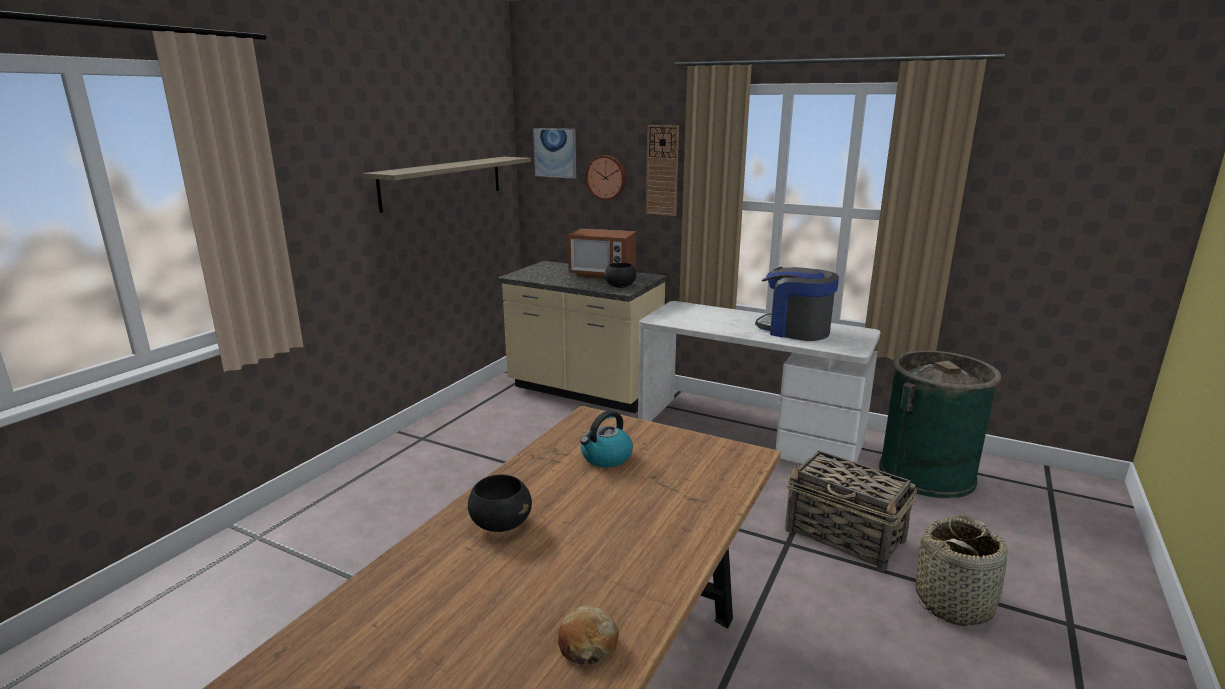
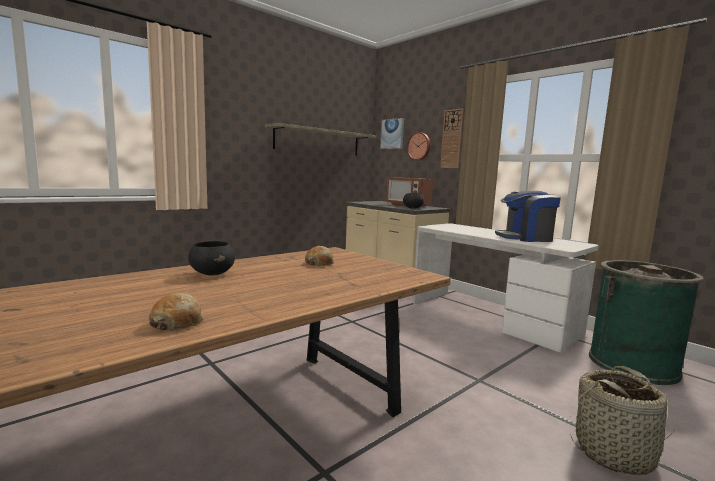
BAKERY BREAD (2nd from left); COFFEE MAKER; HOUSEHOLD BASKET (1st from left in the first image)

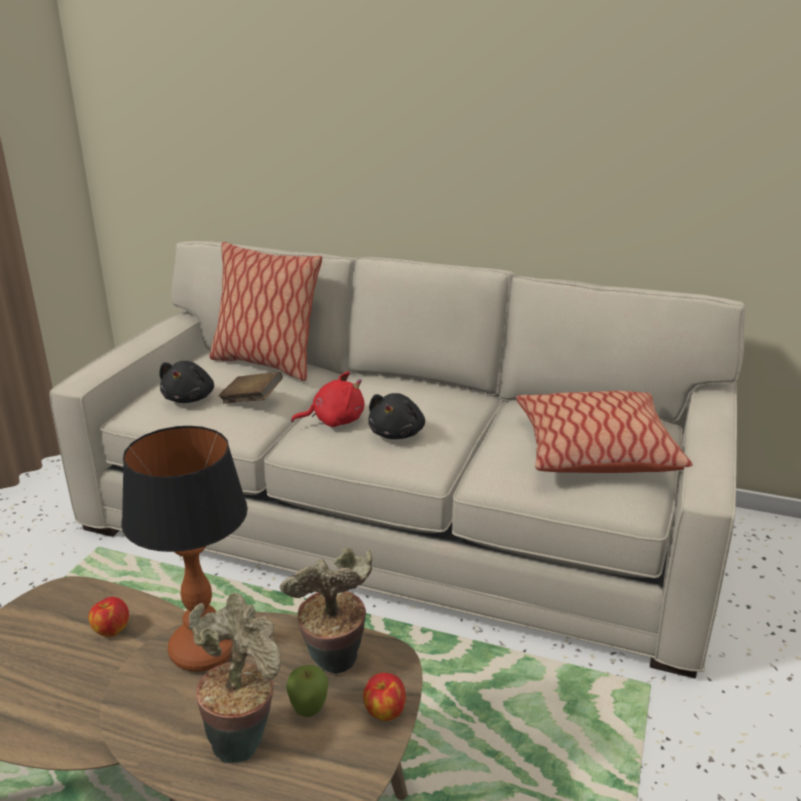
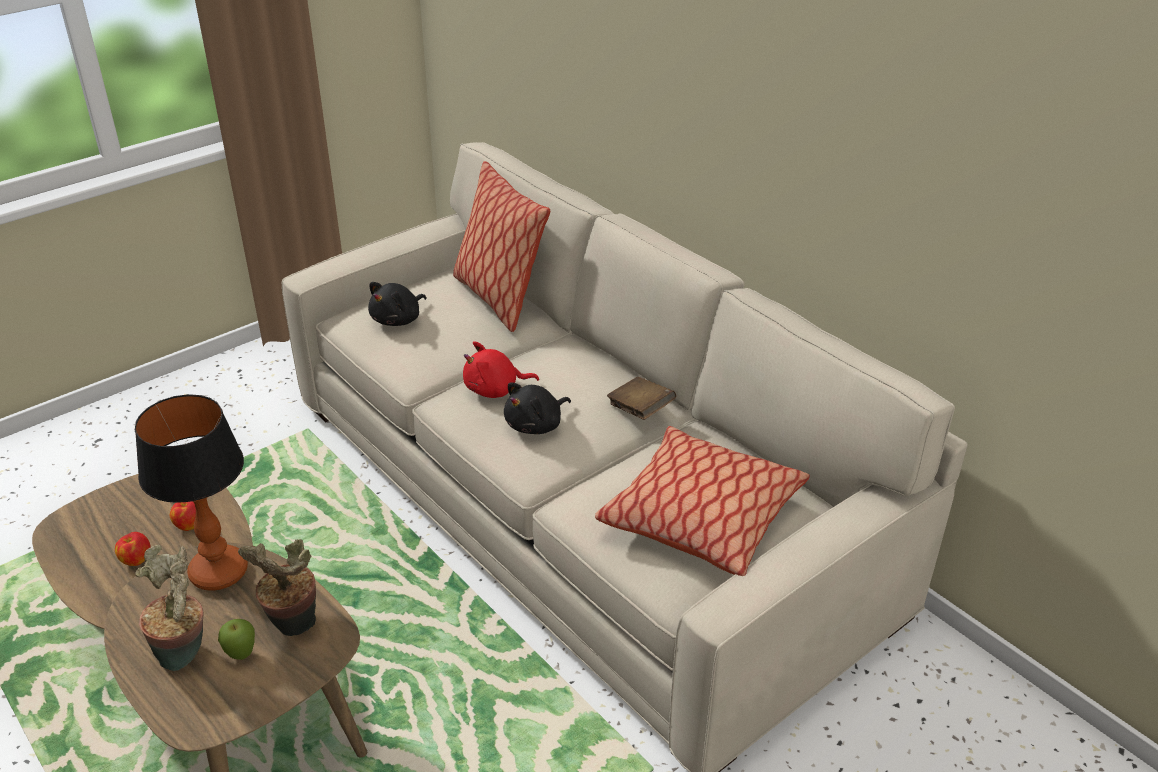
BROWN BOUND BOOK; RED CUDDLY TOY; WHOLE APPLE (1st from left)

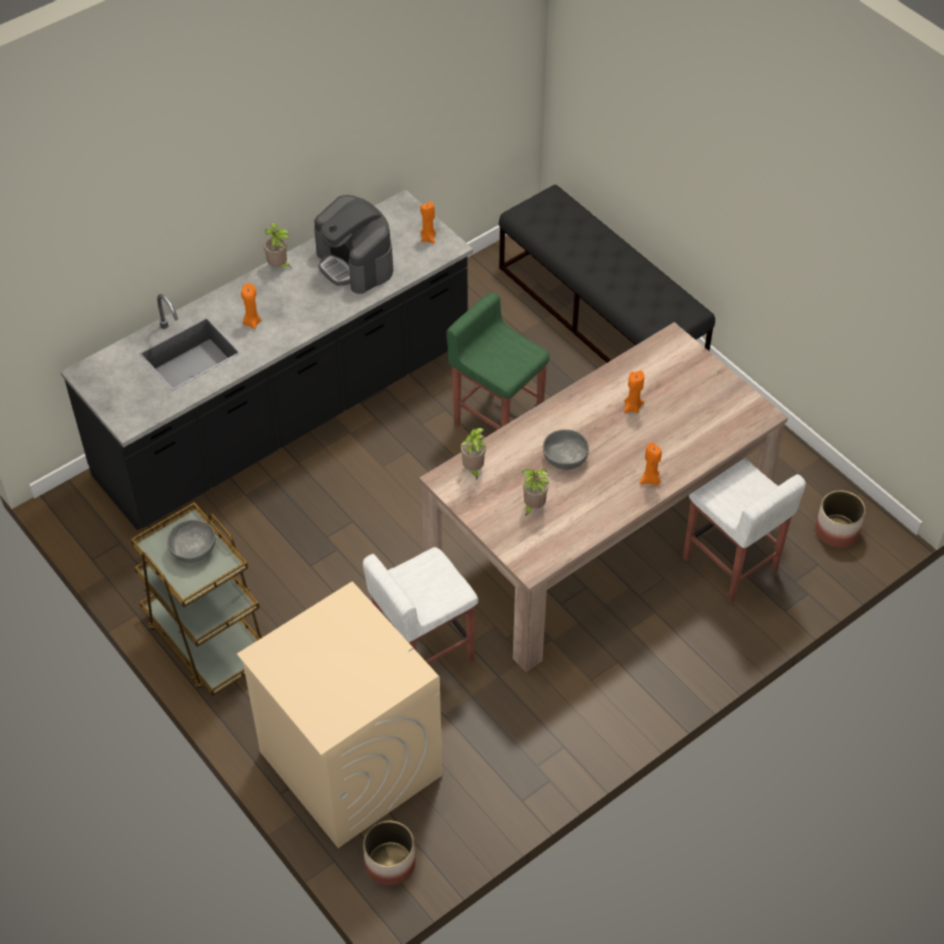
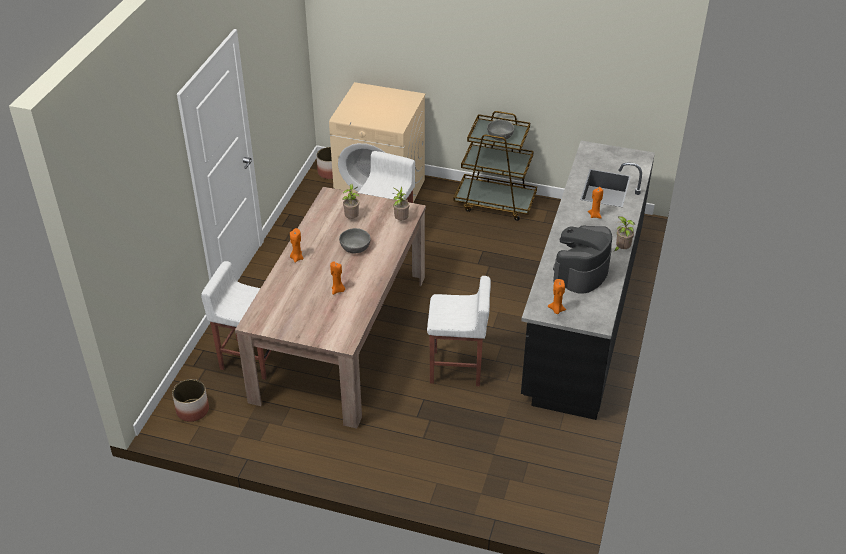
COFFEE MAKER; WHITE-COLOURED STOOL SEAT (3rd from left); BLACK INDOOR BENCH

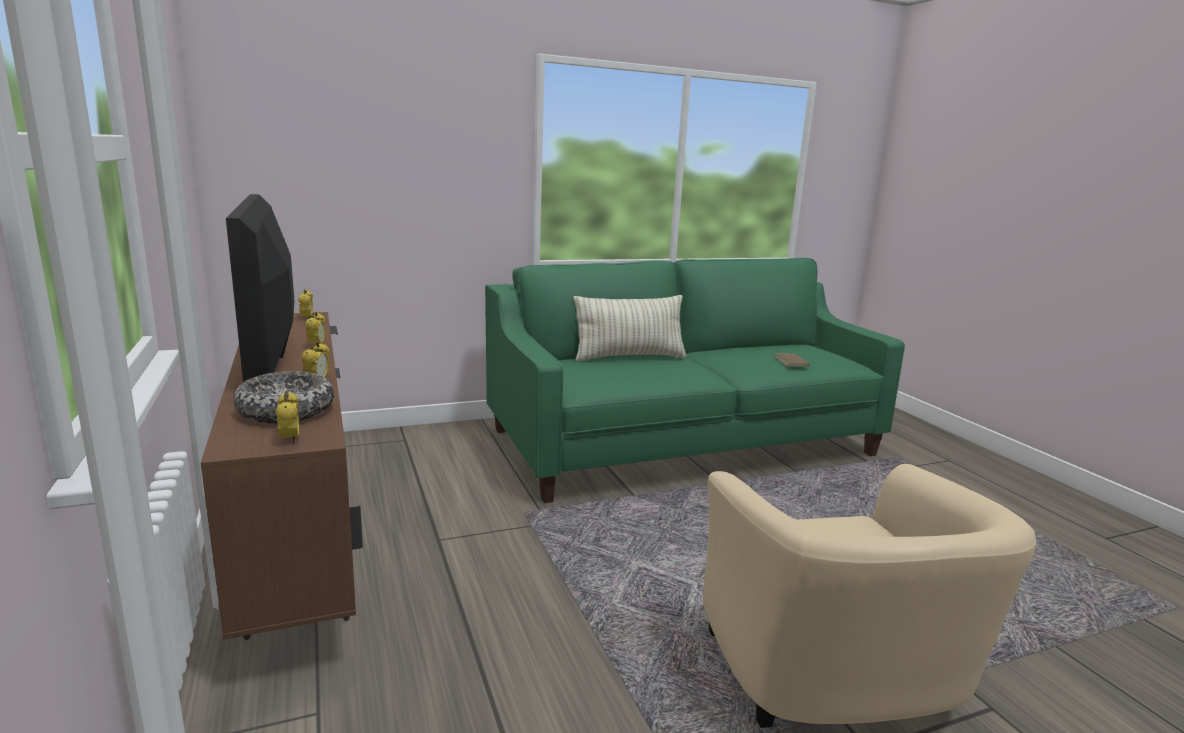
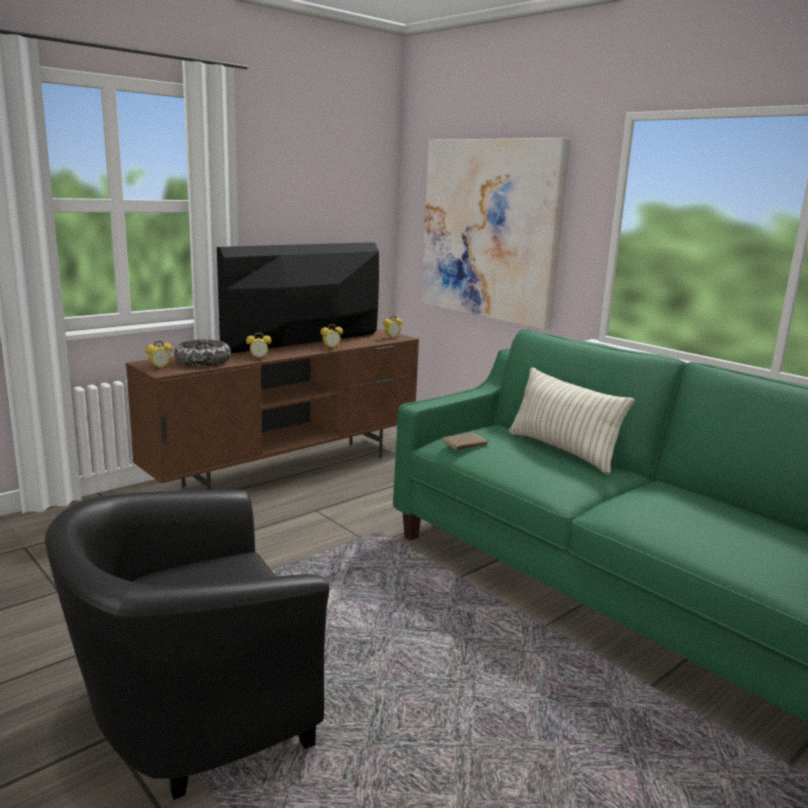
BLACK EASY CHAIR; BROWN BOUND BOOK; PICTURE

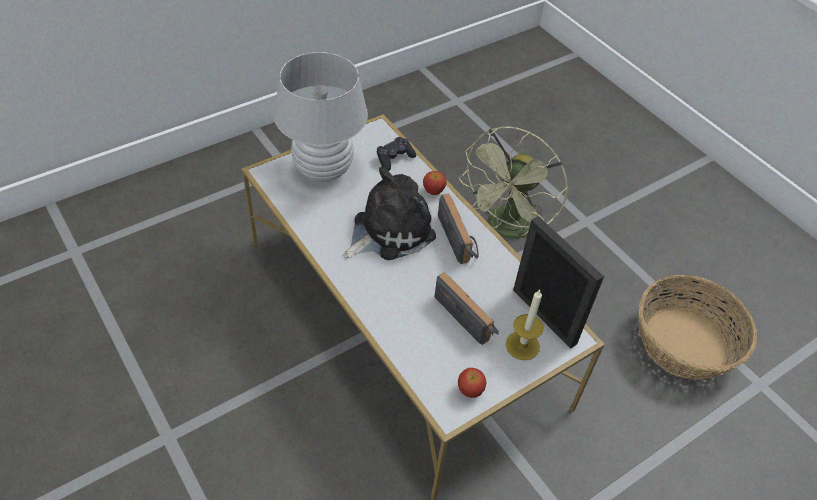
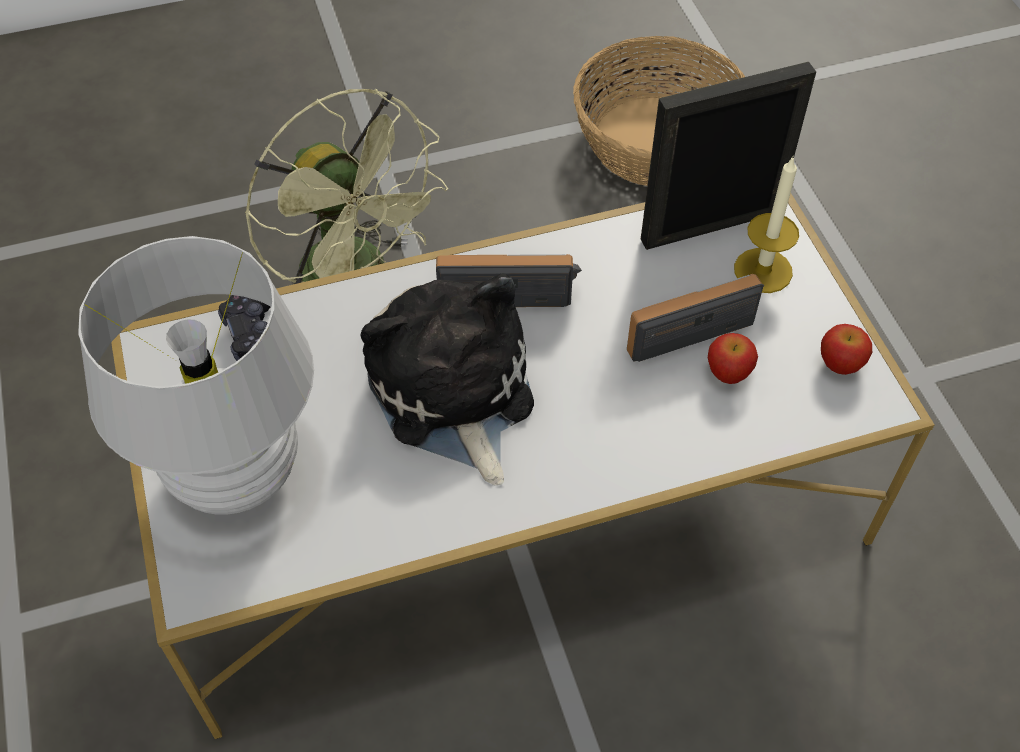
WHOLE APPLE (1st from left)

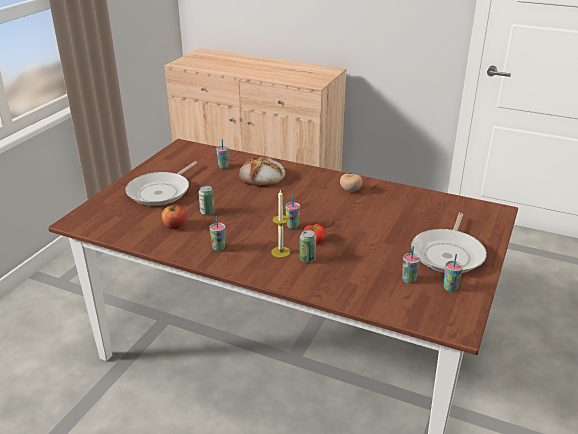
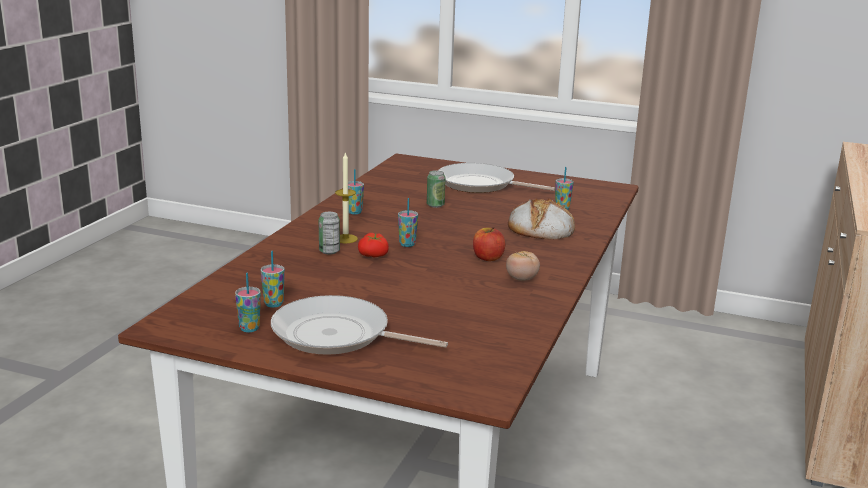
WHOLE APPLE

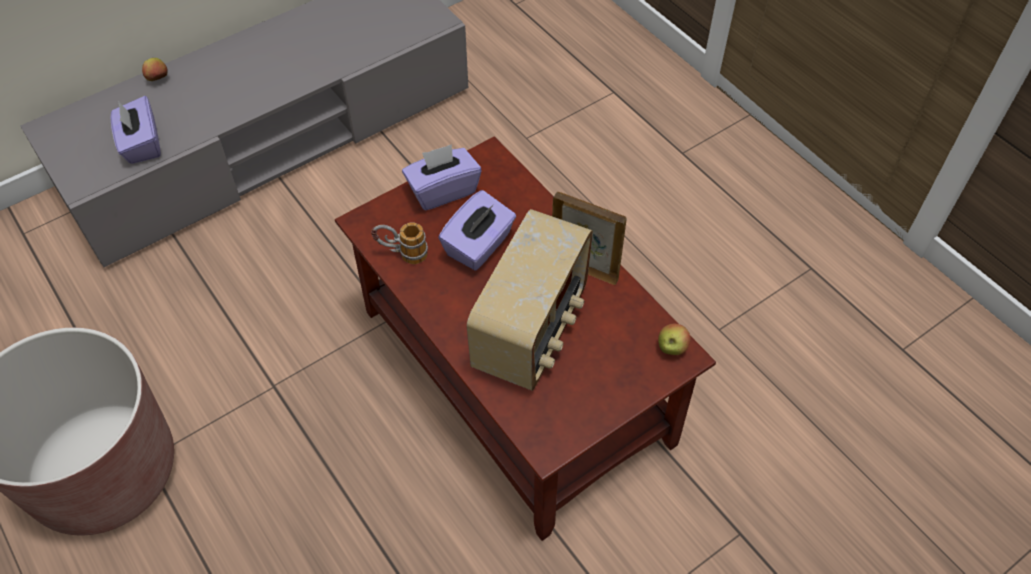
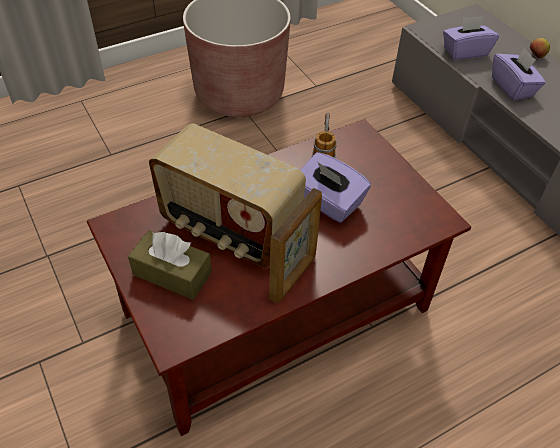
PURPLE-COLOURED TISSUE BOX (3rd from left); WHOLE APPLE (2nd from left in the first image); BROWN TISSUE BOX

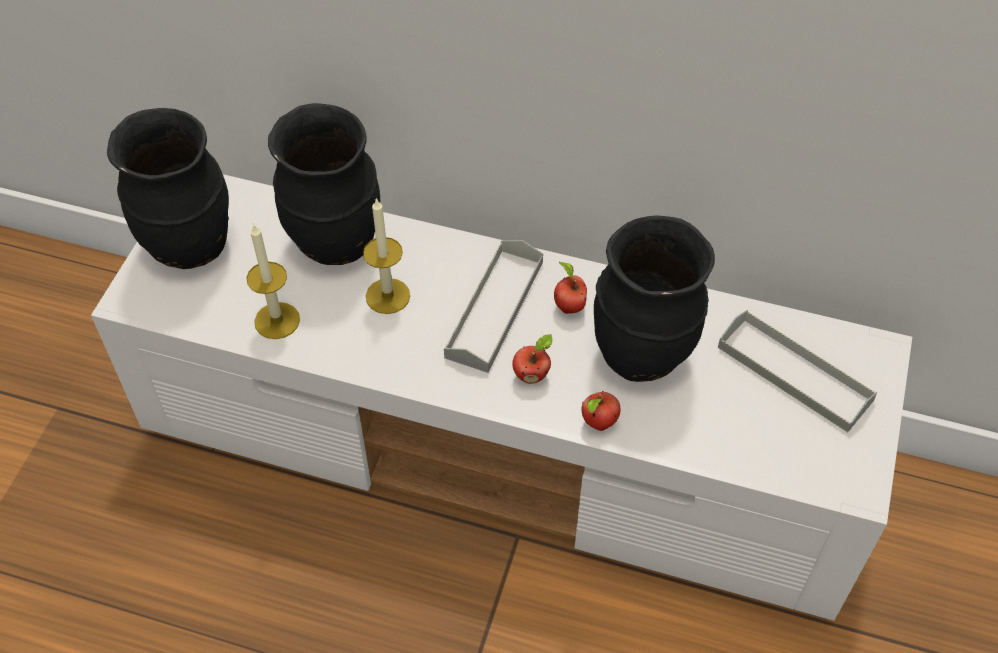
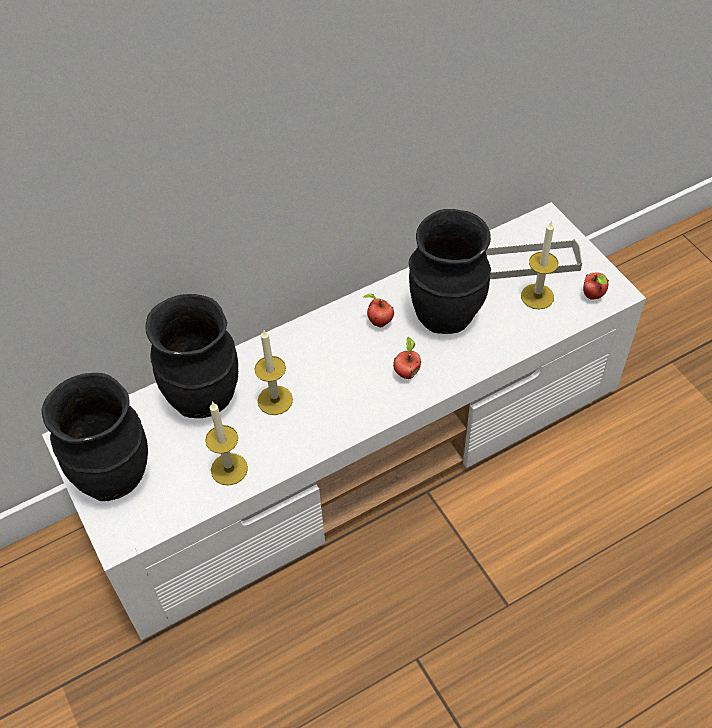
GREYISH CARRYING TRAY (1st from left in the first image); WHOLE APPLE (3rd from left); WAX CANDLE (3rd from left)

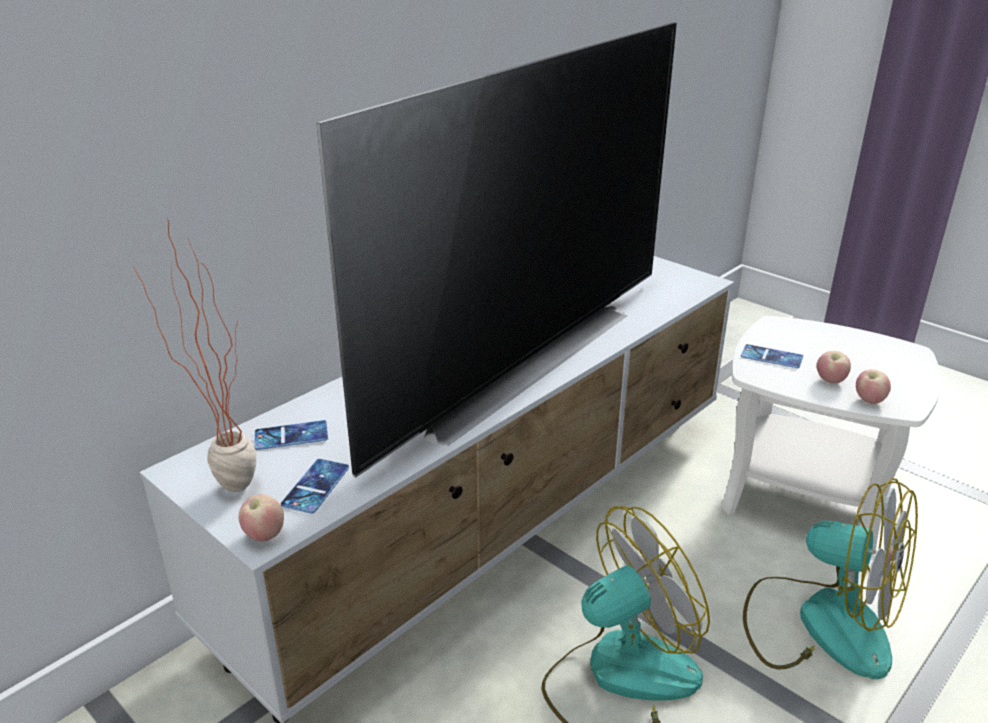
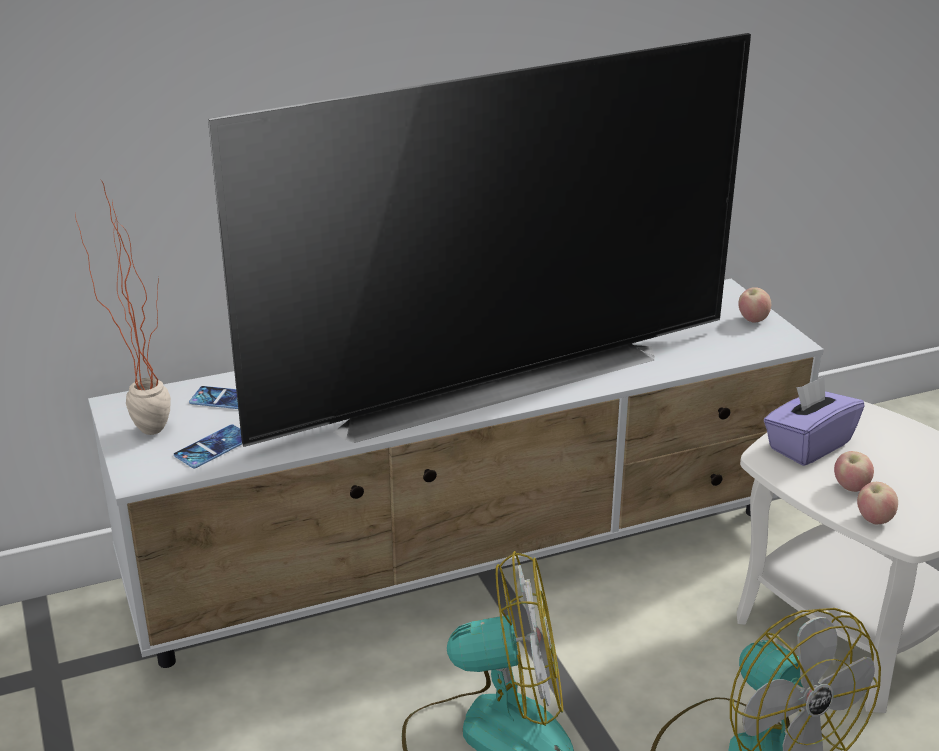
WHOLE APPLE (1st from left); PURPLE-COLOURED TISSUE BOX

